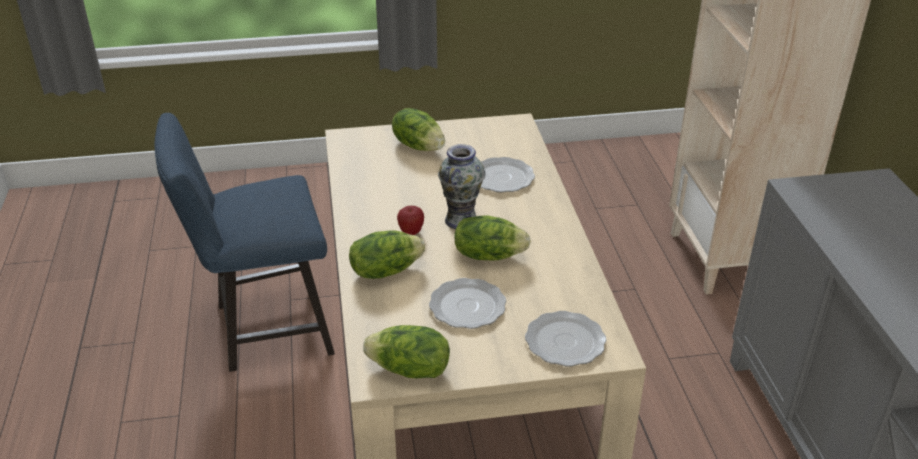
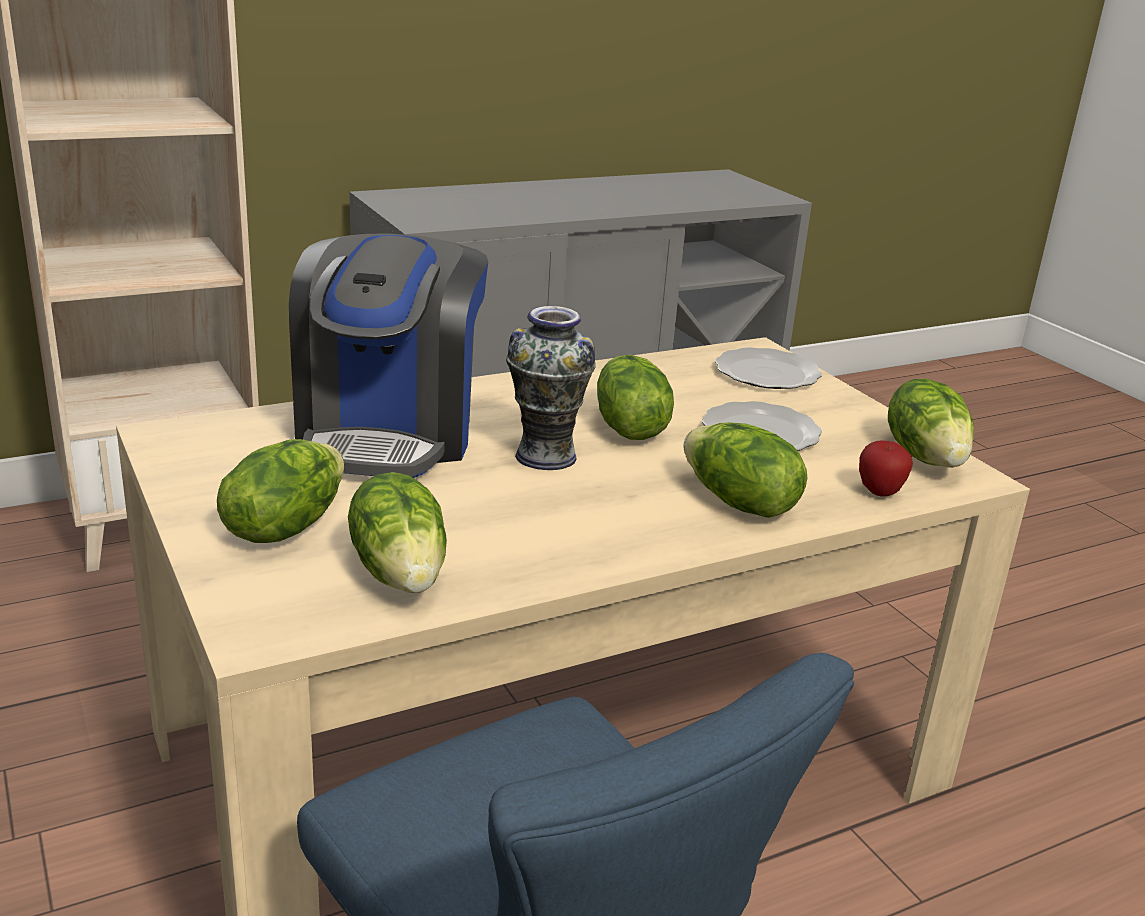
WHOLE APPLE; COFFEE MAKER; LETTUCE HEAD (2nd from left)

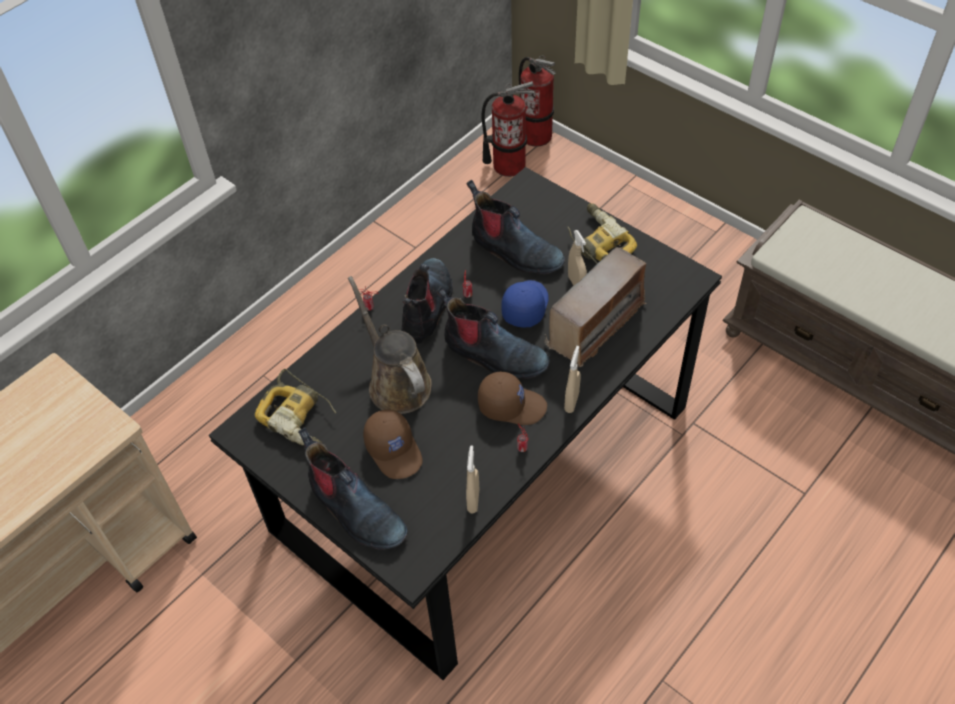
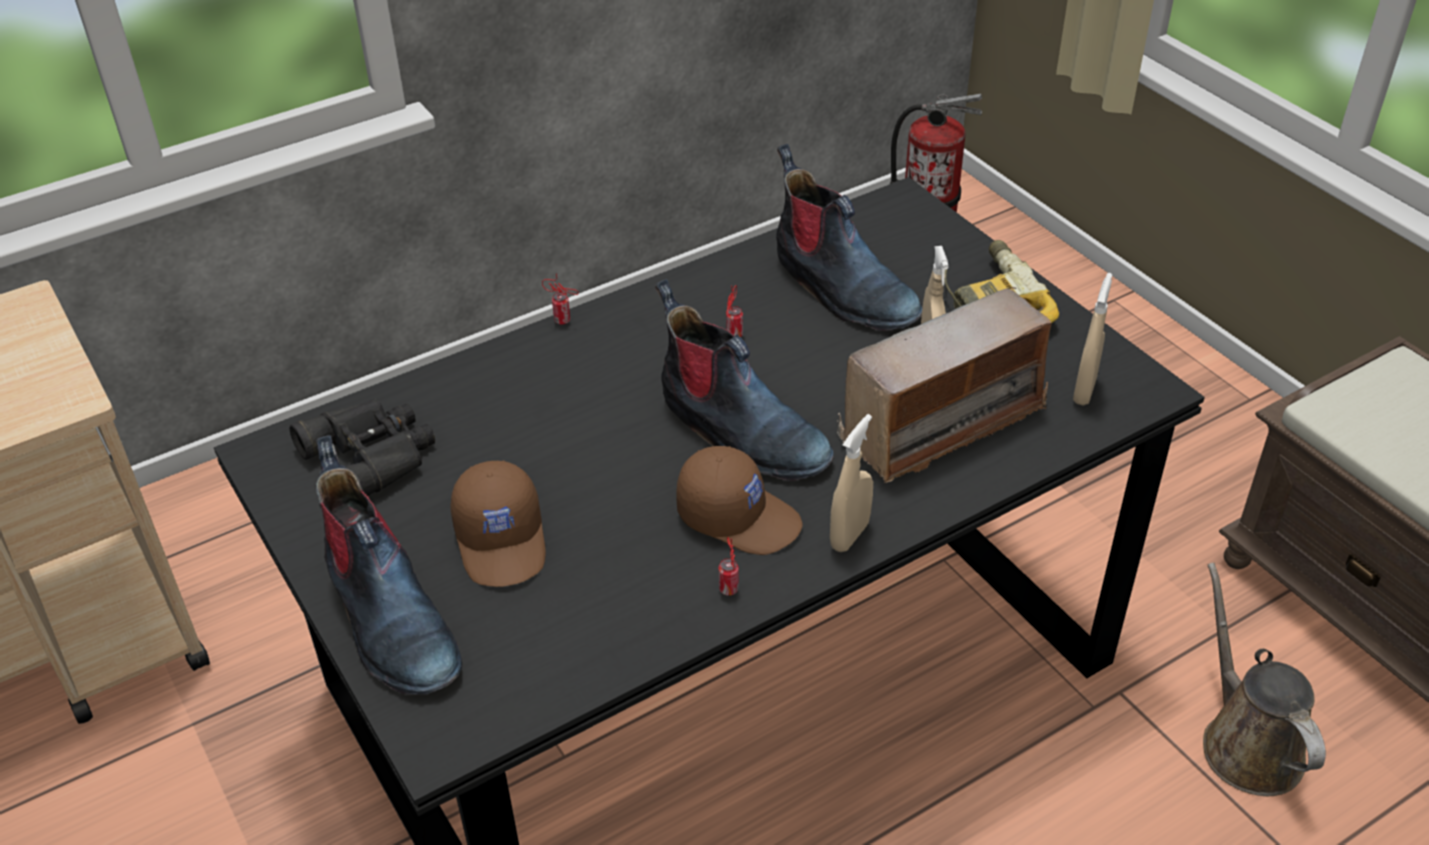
BLACK BINOCULARS; BROWN WATERING POT; HIGH-TOP BOOT (2nd from left in the first image); BEIGE HAND SPRAYER (3rd from left); BLUISH CAP; FIRE-FIGHTING CYLINDER (2nd from left in the first image)

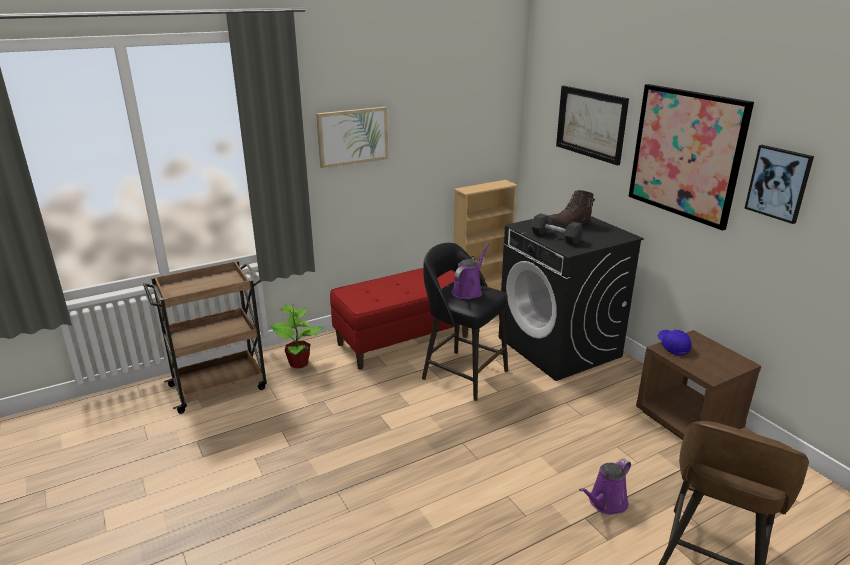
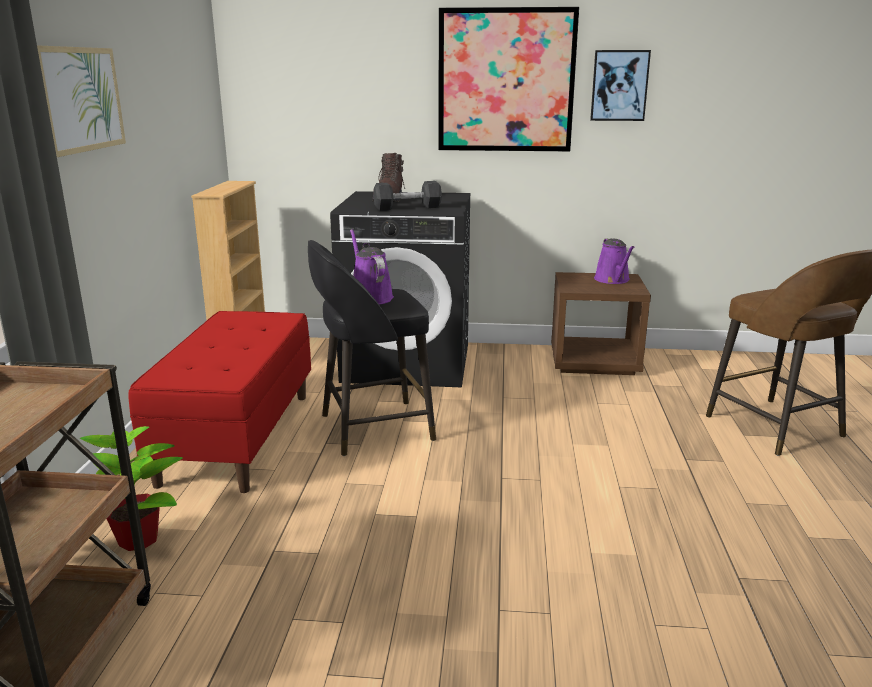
PICTURE (2nd from left in the first image); PURPLE-COLOURED WATERING POT (2nd from left); BLUISH CAP

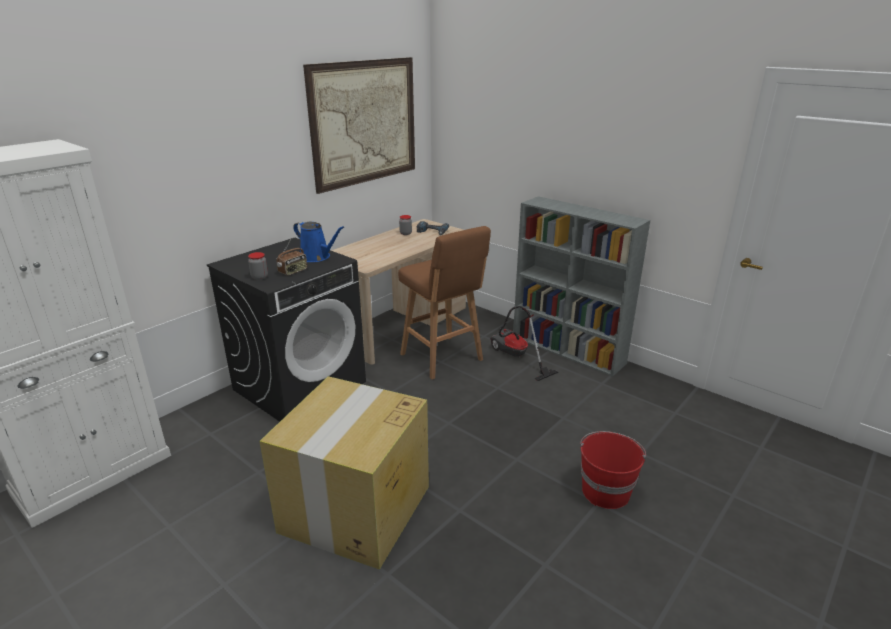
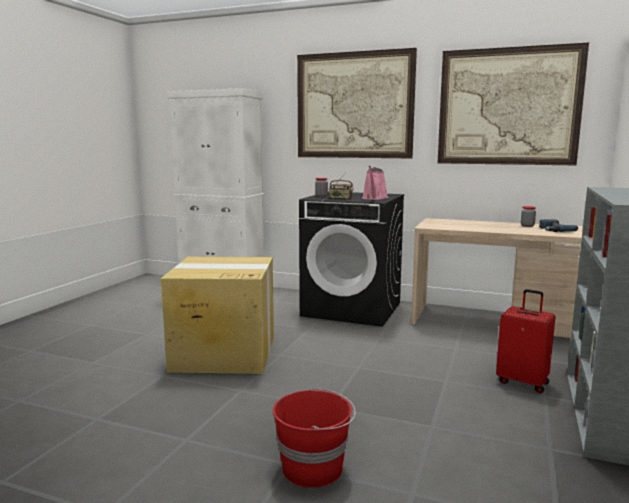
PINKISH WATERING POT; BROWN STOOL SEAT; RED SUITCASE; PICTURE (1st from left)

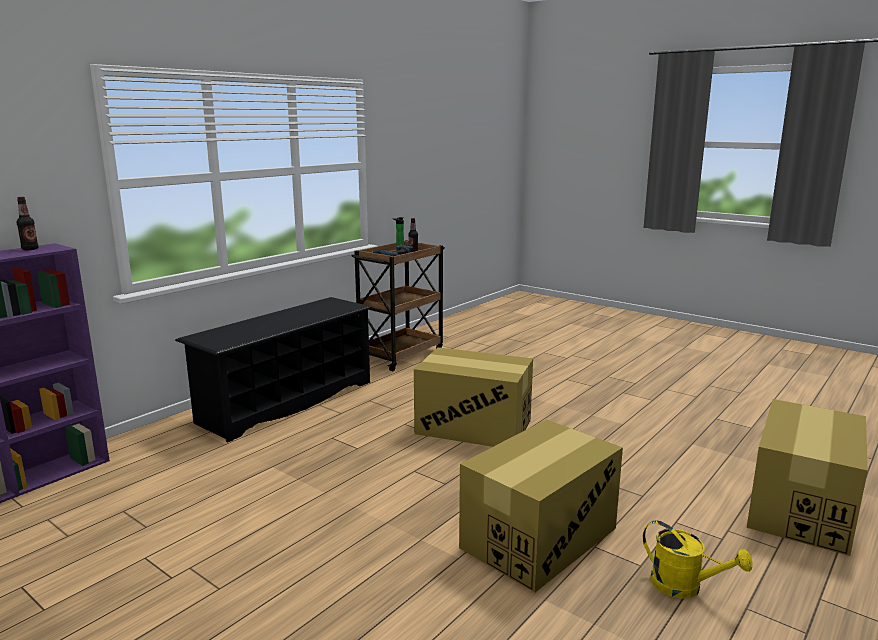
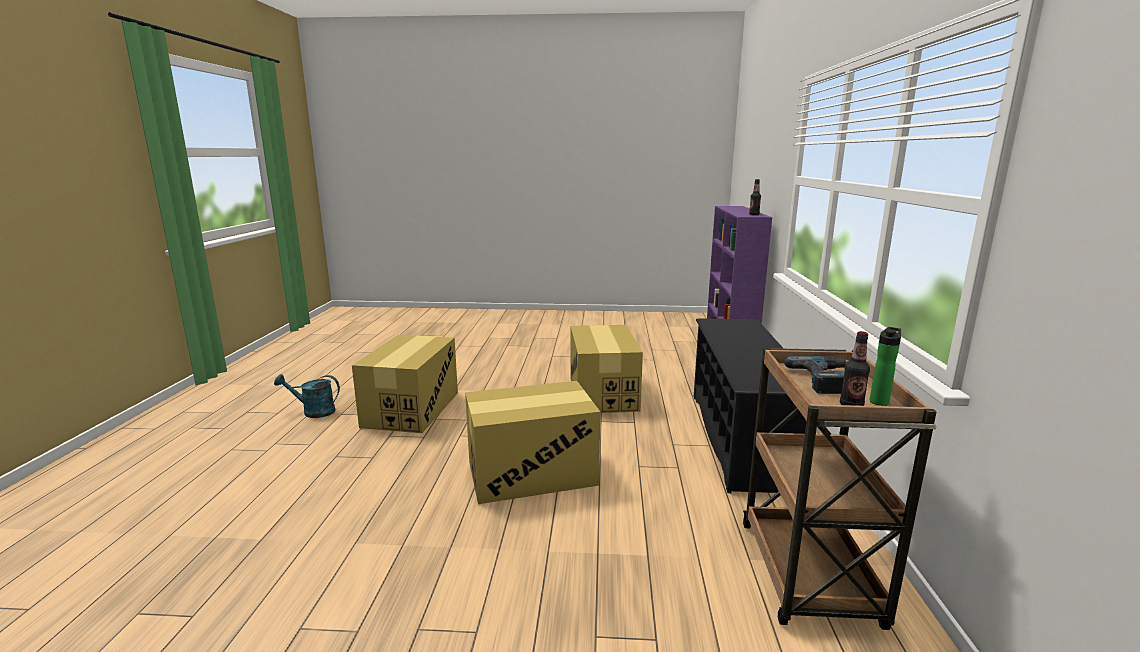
BLUE-GREEN WATERING POT; CARDBOARD BOX (3rd from left)

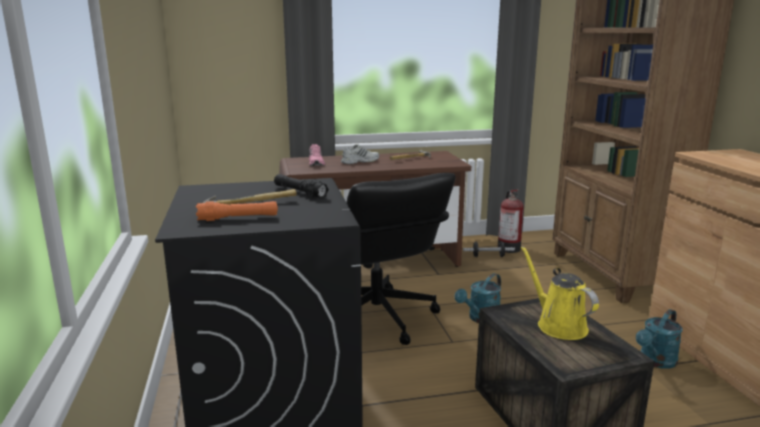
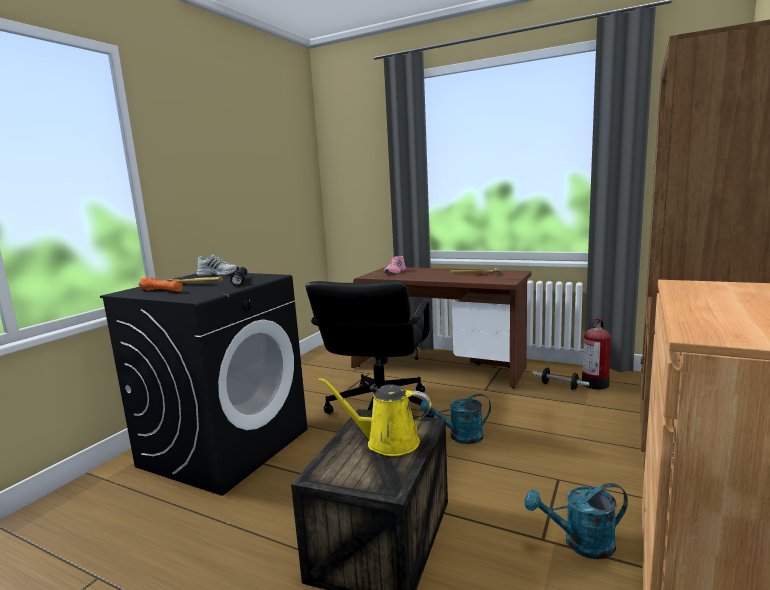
WHITE-COLOURED SHOE; YELLOW WATERING POT

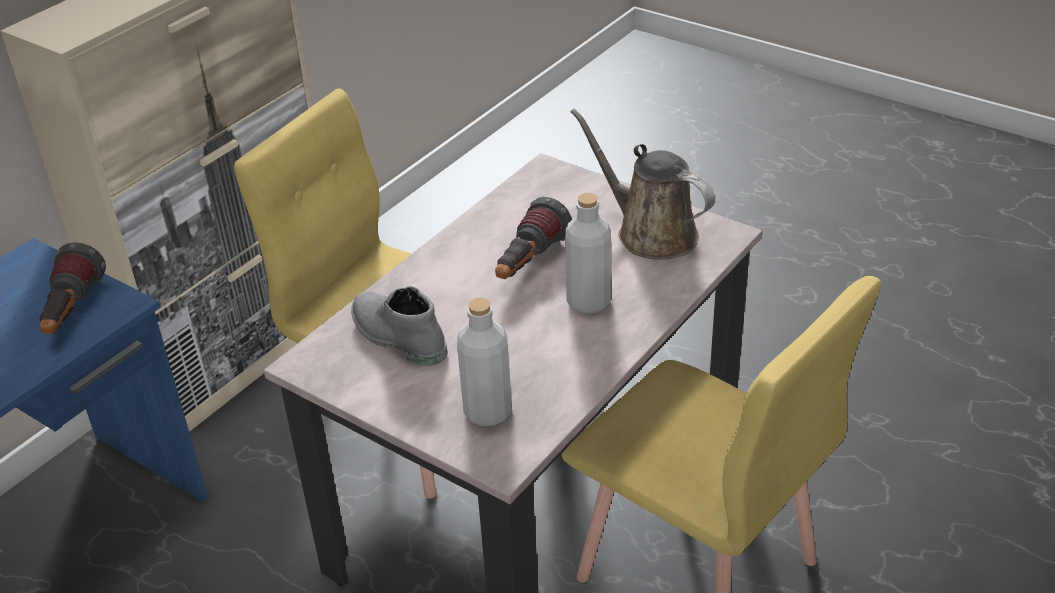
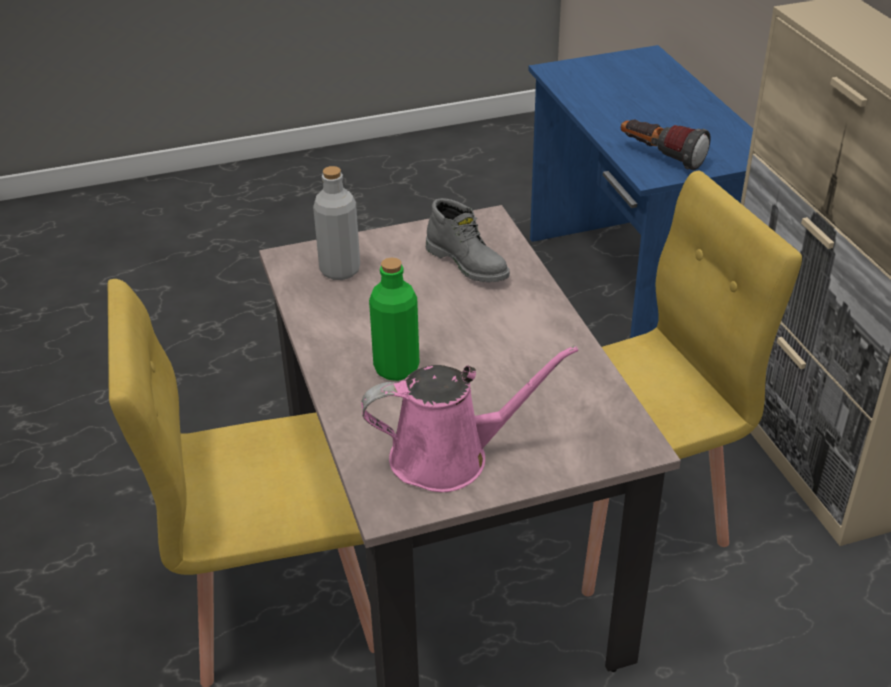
GREYISH HIGH-TOP BOOT; FLASHLIGHT (2nd from left in the first image); GREEN DRINK BOTTLE; PINKISH WATERING POT

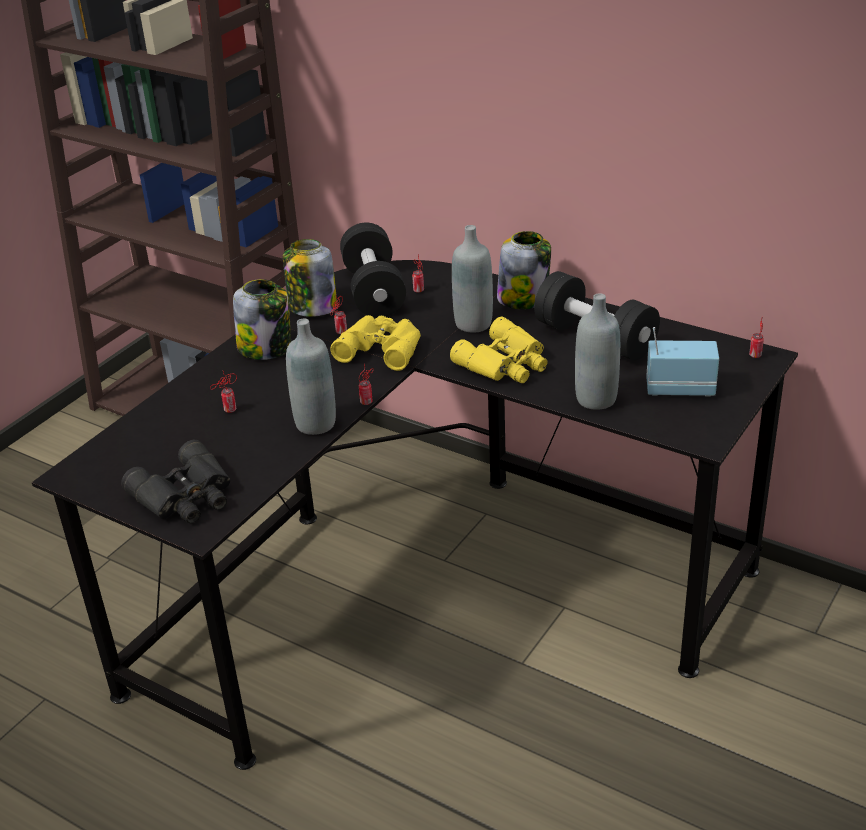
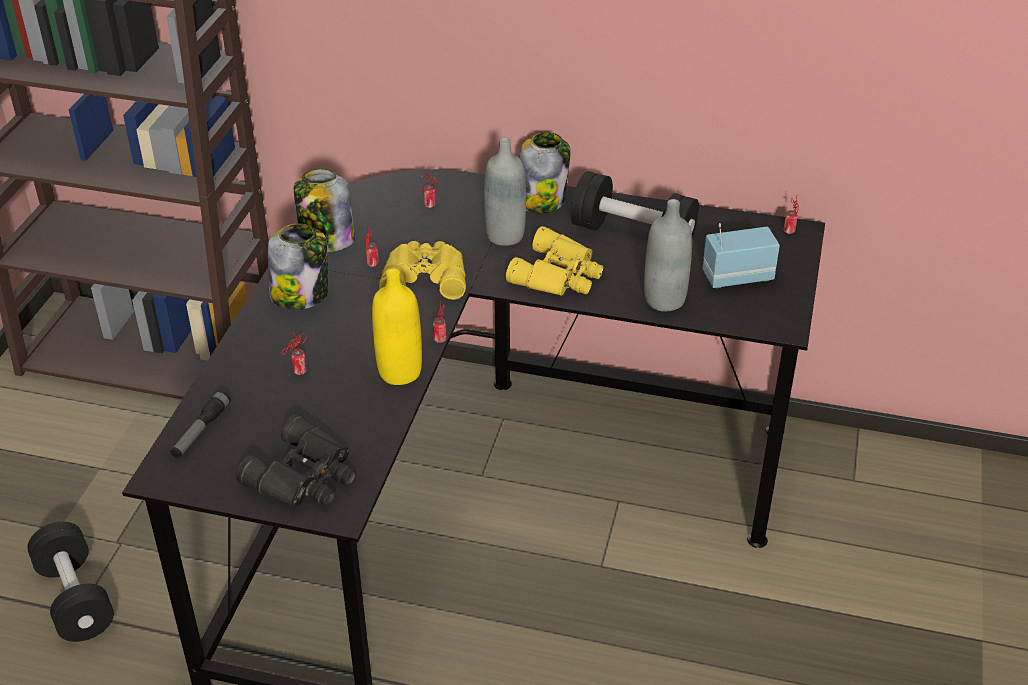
YELLOW DRINK BOTTLE; BLACK FREE WEIGHT (1st from left); FLASHLIGHT

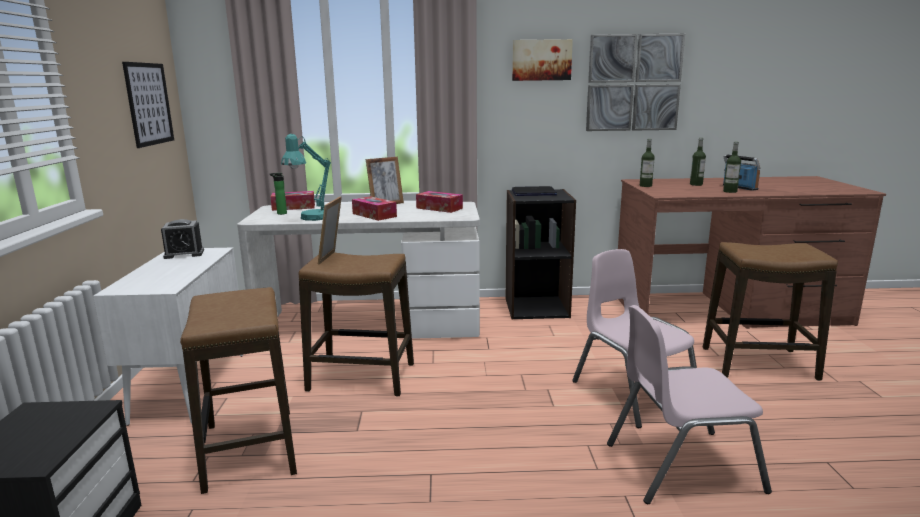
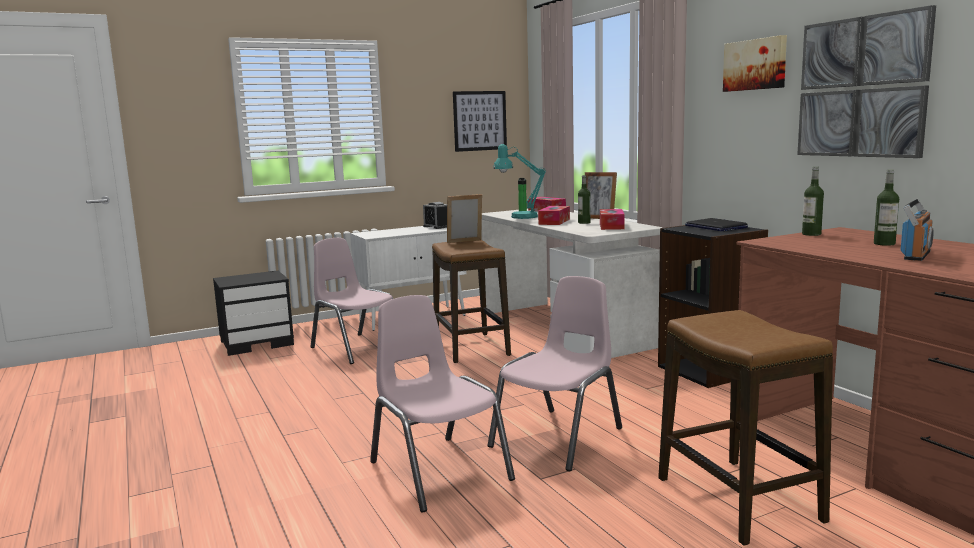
PINKISH CHAIR (1st from left); DRINK BOTTLE (2nd from left)

